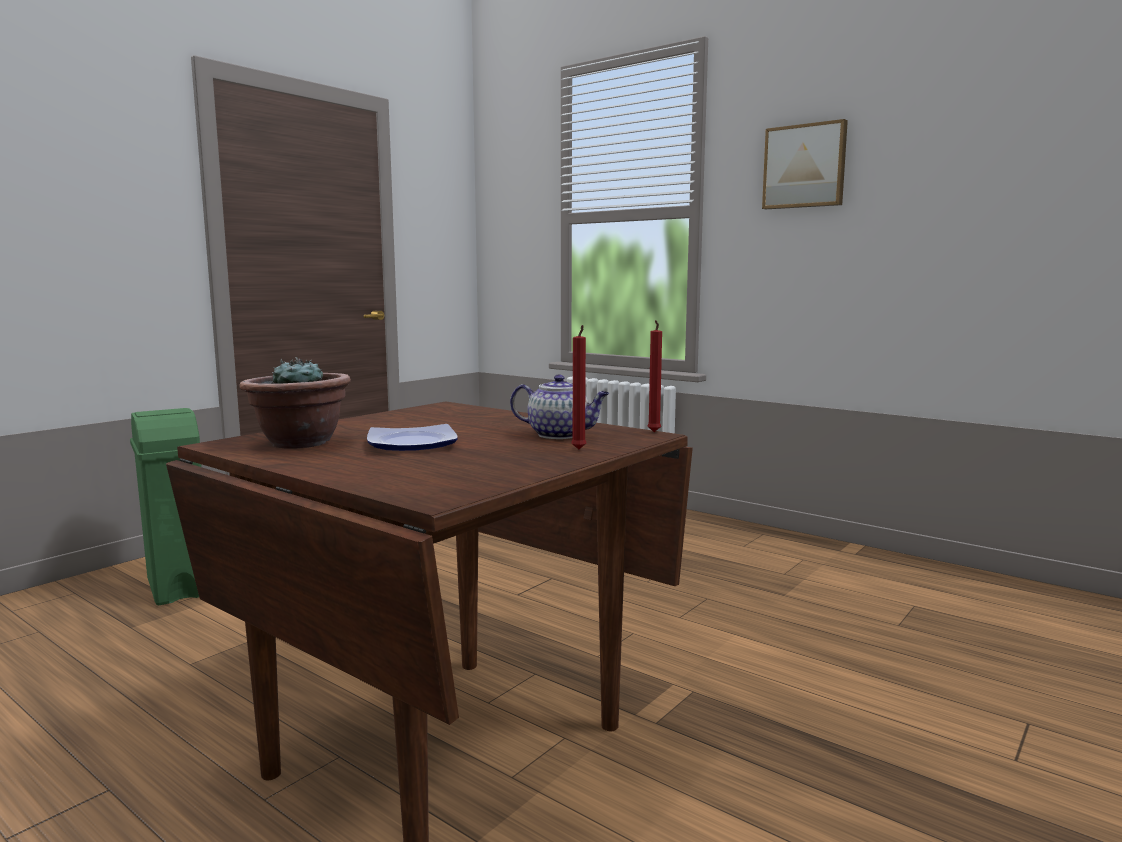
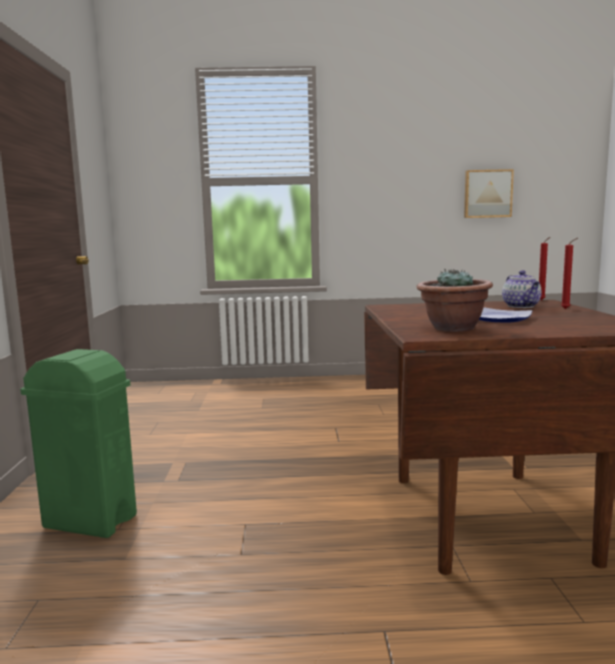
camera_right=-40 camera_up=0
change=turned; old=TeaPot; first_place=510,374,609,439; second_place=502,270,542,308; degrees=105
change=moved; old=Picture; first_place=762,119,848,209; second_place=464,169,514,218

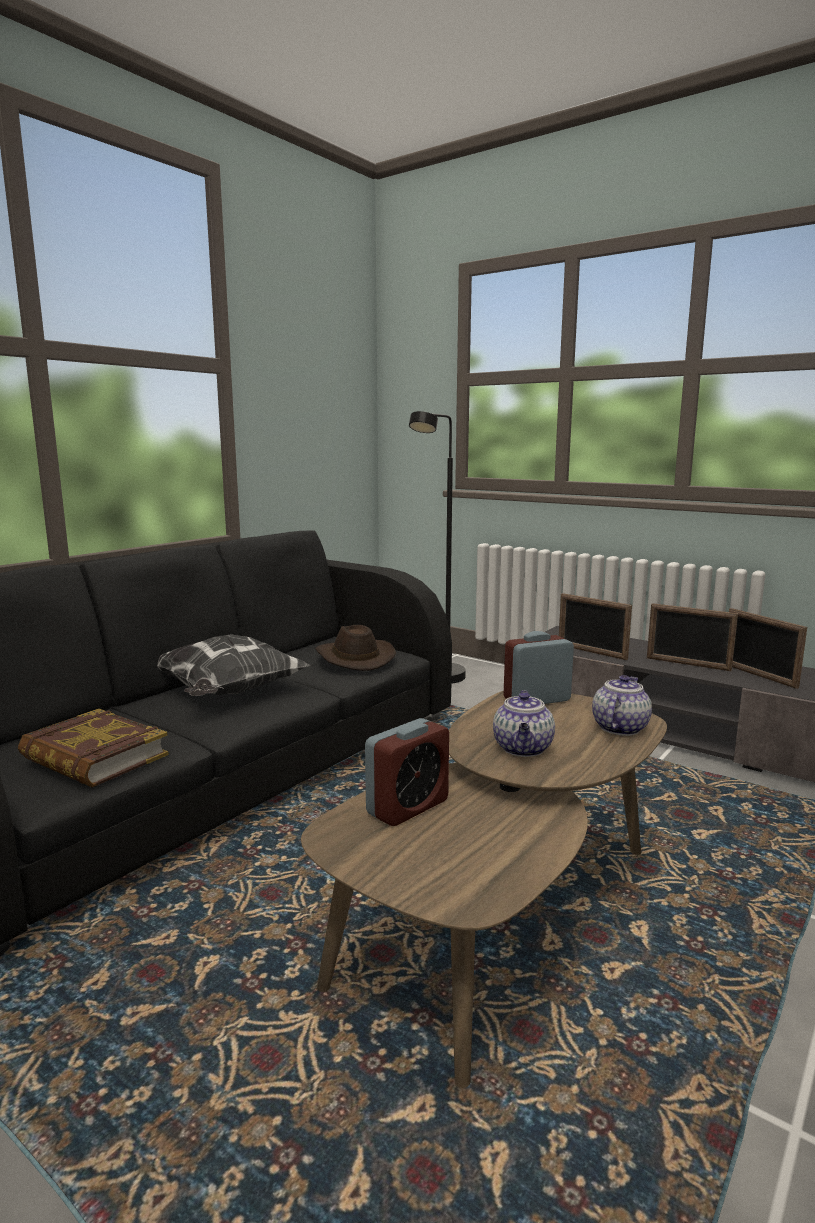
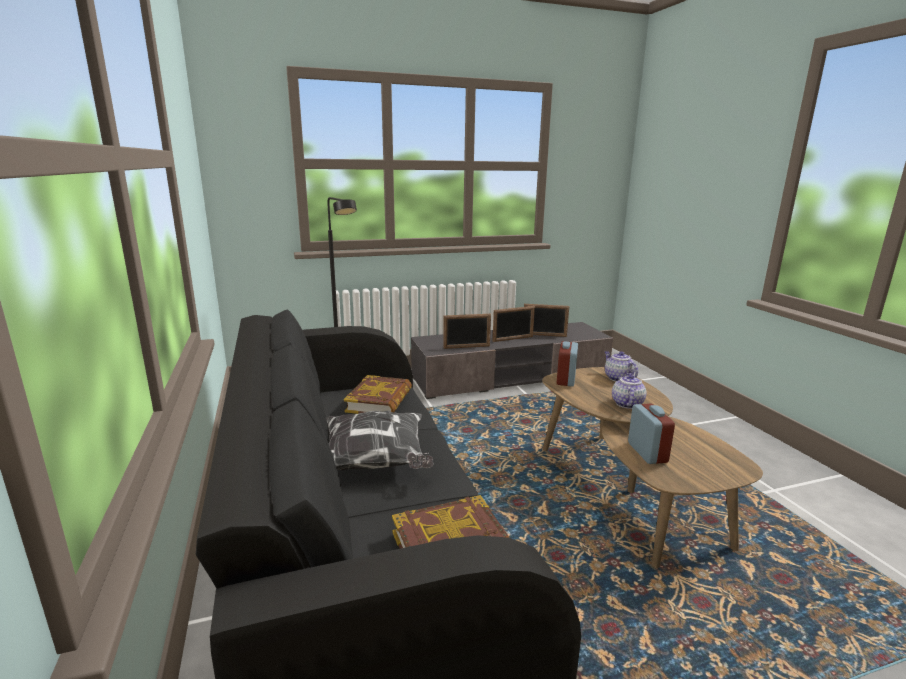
camera_right=-55 camera_up=5
change=replaced; old=BrownColouredClothingHat; new=BoundBook; first_place=315,625,396,671; second_place=344,375,412,414
change=turned; old=TeaPot; first_place=493,690,555,757; second_place=612,373,646,409; degrees=-120

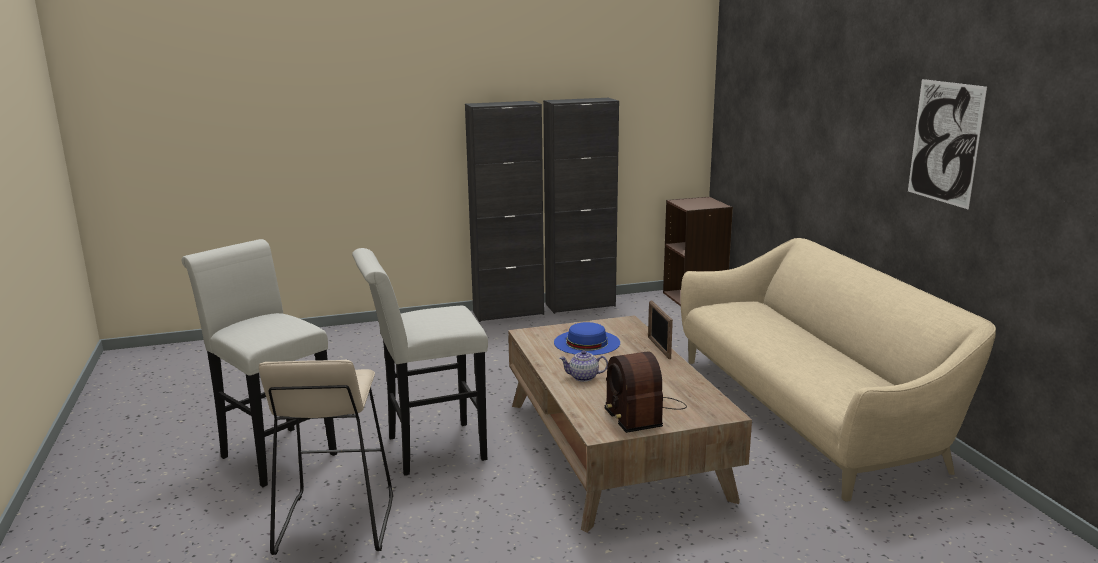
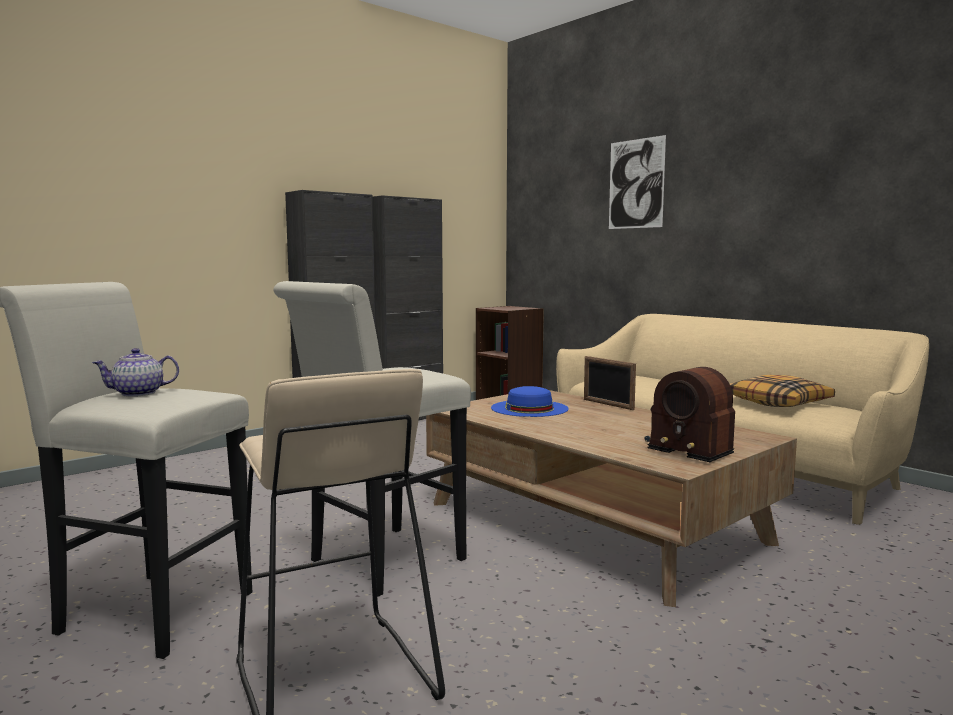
camera_right=-25 camera_up=-10
change=moved; old=TeaPot; first_place=559,351,608,382; second_place=92,348,179,397
change=moved; old=Picture; first_place=908,79,987,210; second_place=609,135,666,229
change=added; new=Cushion; second_place=730,375,835,407

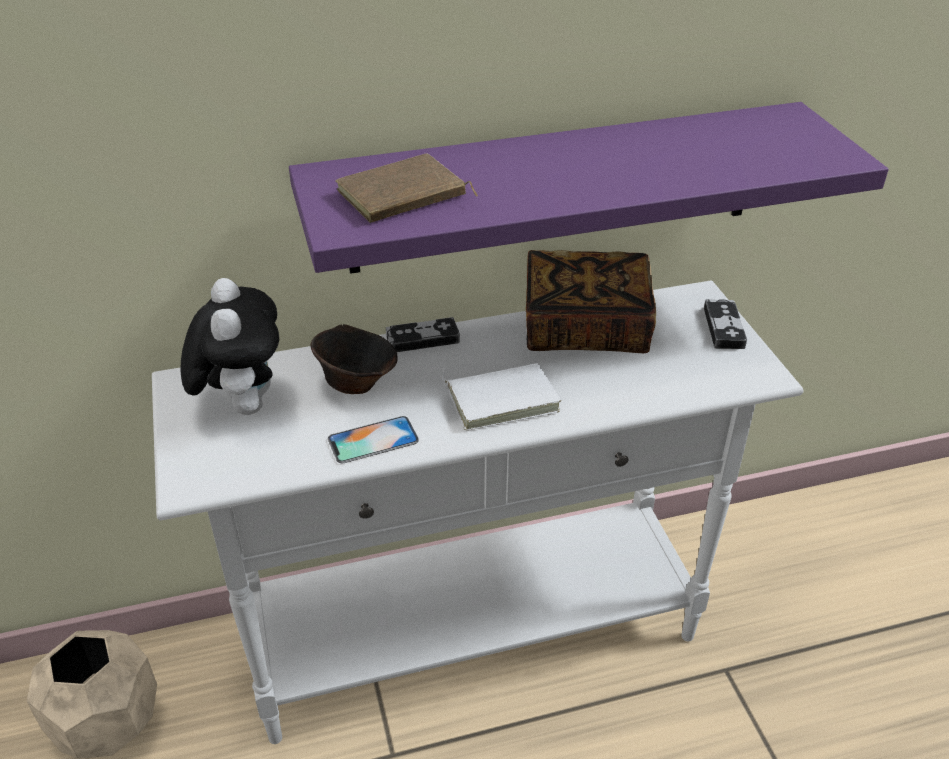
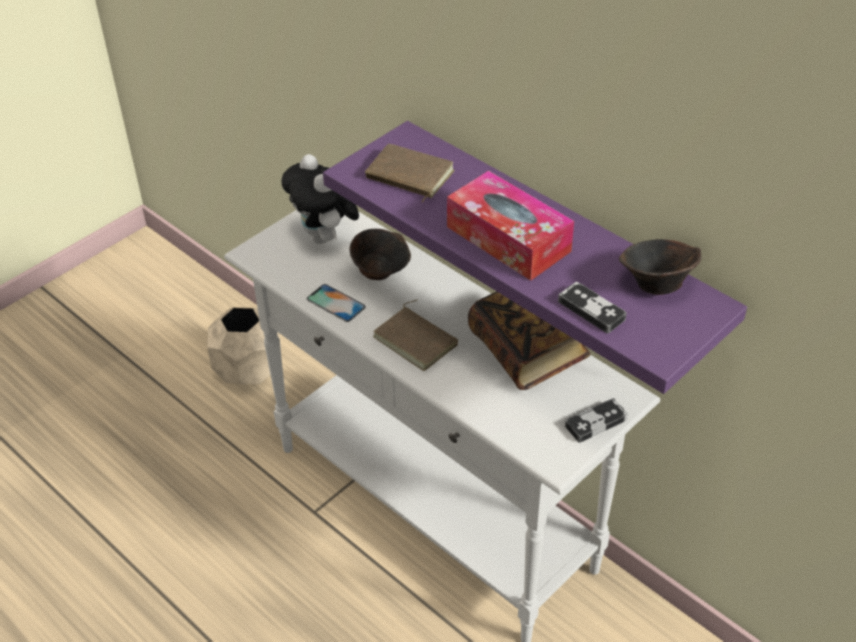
camera_right=60 camera_up=5
change=turned; old=PlushToy; first_place=181,278,279,415; second_place=282,154,359,244; degrees=105
change=moved; old=GameController; first_place=386,317,460,352; second_place=558,282,627,334
change=recoloured; old=WhiteBoundBook; new=BrownColouredBoundBook; first_place=442,363,561,430; second_place=373,300,458,371
change=added; new=TissueHolder; second_place=447,171,574,281
change=added; new=BrownColouredBowl; second_place=619,239,701,295

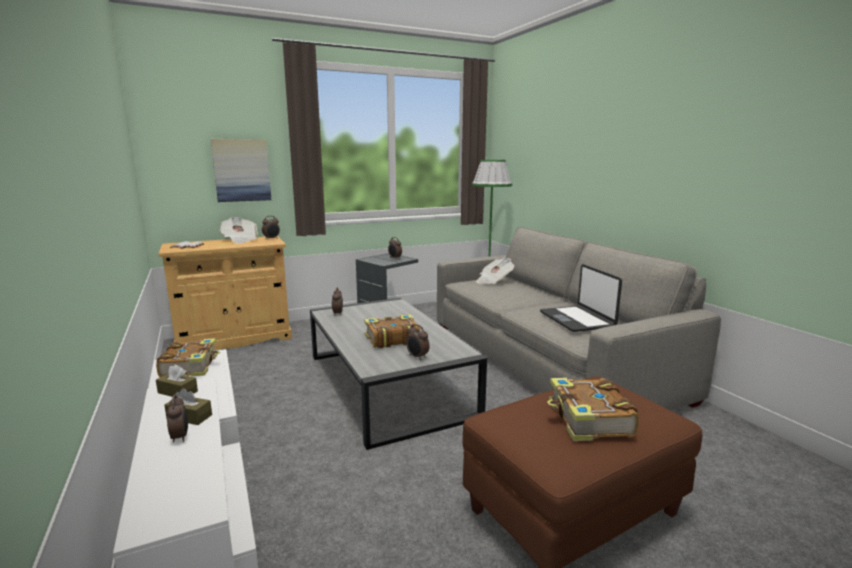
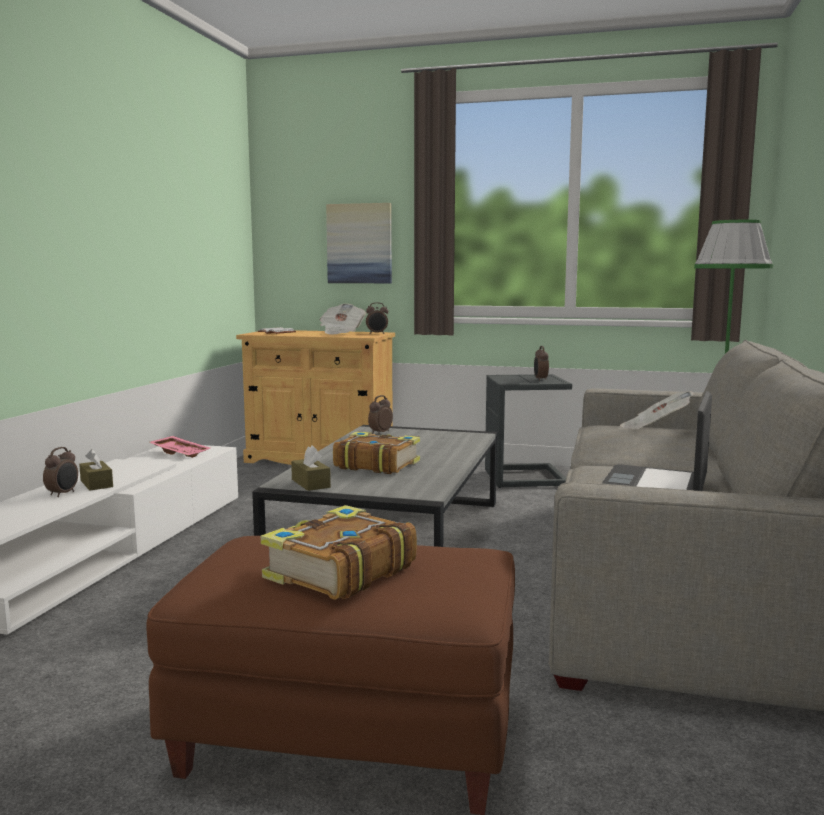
camera_right=40 camera_up=-5
change=replaced; old=BoundBook; new=PinkTray; first_place=156,338,220,377; second_place=149,436,210,458
change=moved; old=BrownColouredTissueHolder; first_place=156,365,198,397; second_place=291,445,331,491
change=removed; old=BedsideClock; first_place=406,324,430,360

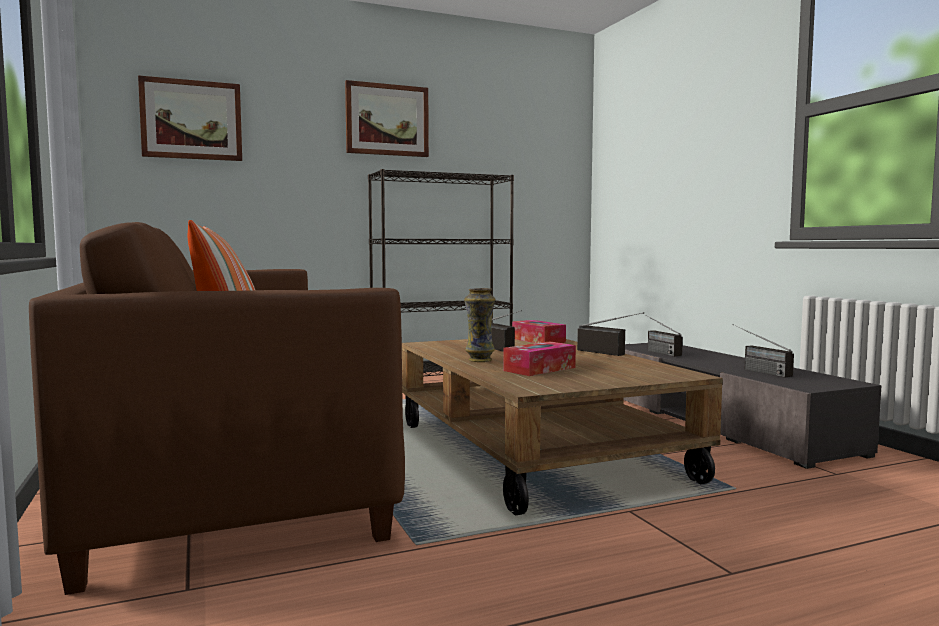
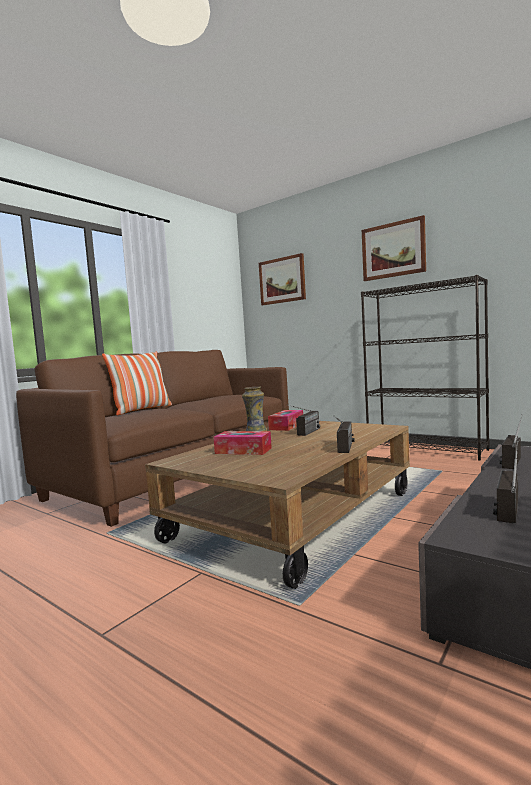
camera_right=60 camera_up=0
change=moved; old=TissueHolder; first_place=512,320,566,343; second_place=268,410,303,431

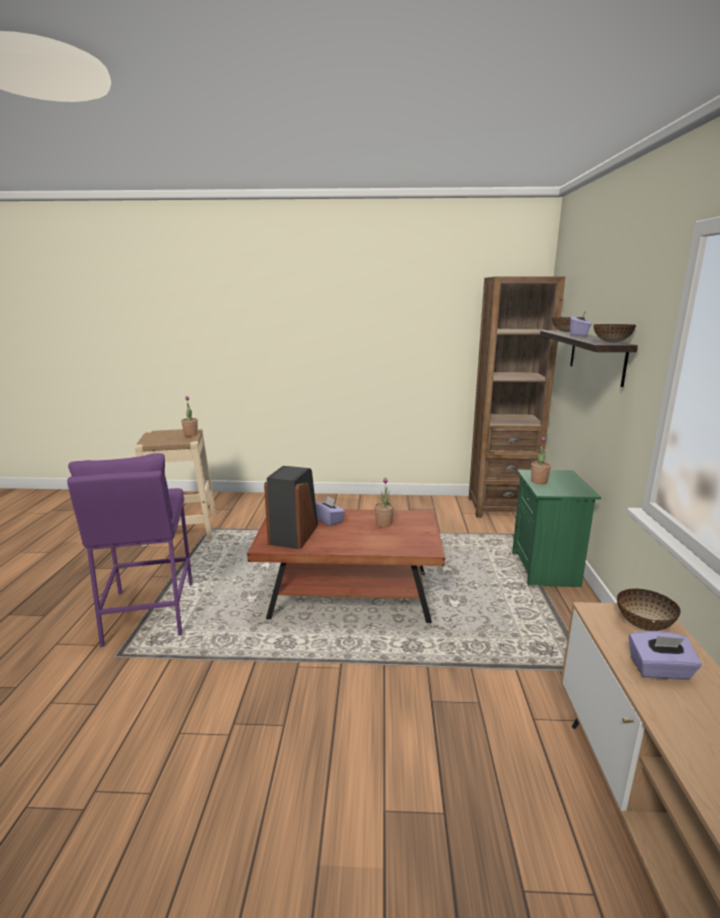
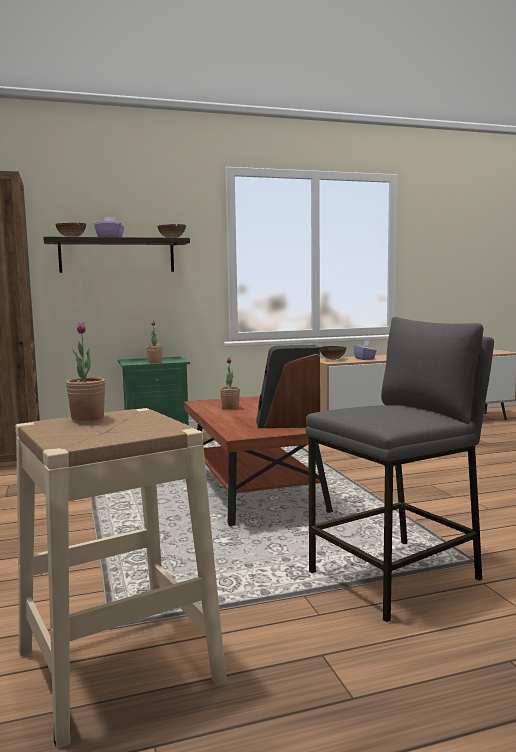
camera_right=-110 camera_up=-10
change=recoloured; old=PurpleSittingStool; new=GreySittingStool; first_place=67,453,193,647; second_place=306,317,494,622
change=removed; old=PurpleTissueHolder; first_place=316,495,345,526

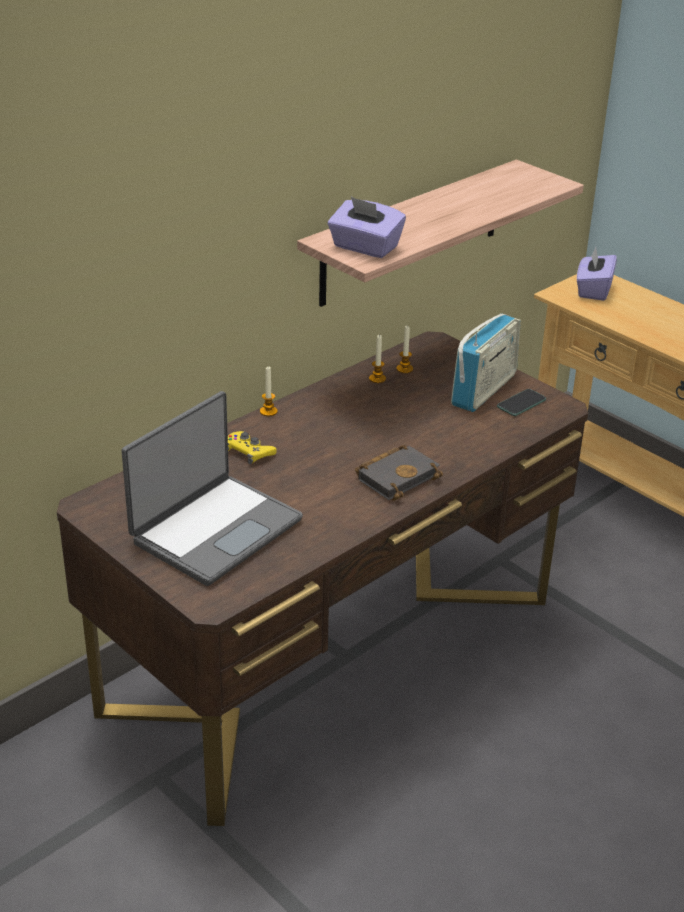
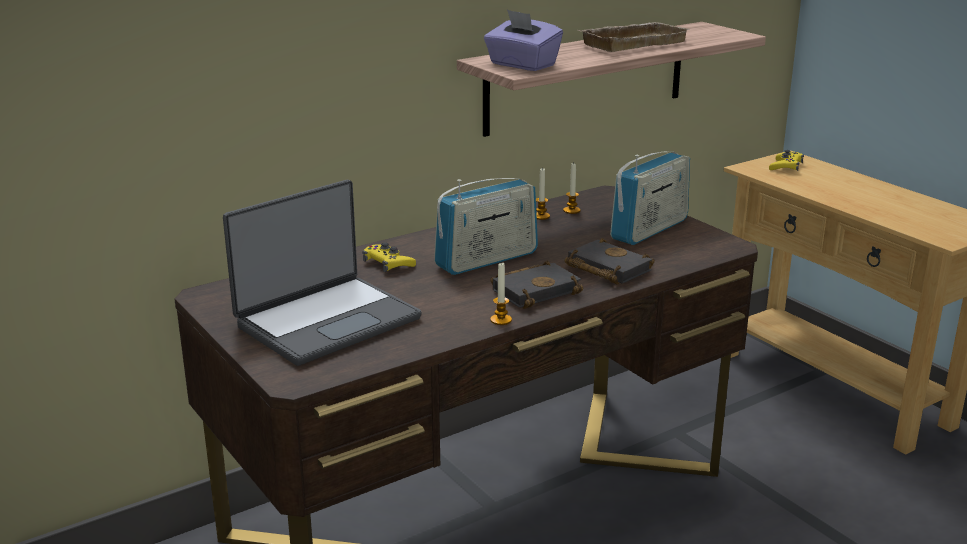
camera_right=10 camera_up=-10
change=moved; old=WaxCandle; first_place=260,367,278,416; second_place=490,262,512,325
change=removed; old=Handset; first_place=497,389,546,416
change=replaced; old=PurpleTissueHolder; new=YellowGameController; first_place=577,247,617,301; second_place=769,150,804,171
change=added; new=RadioSet; second_place=434,178,538,275
change=added; new=BlackishBoundBook; second_place=565,238,655,284
change=added; new=BeigeColouredTray; second_place=579,22,690,52

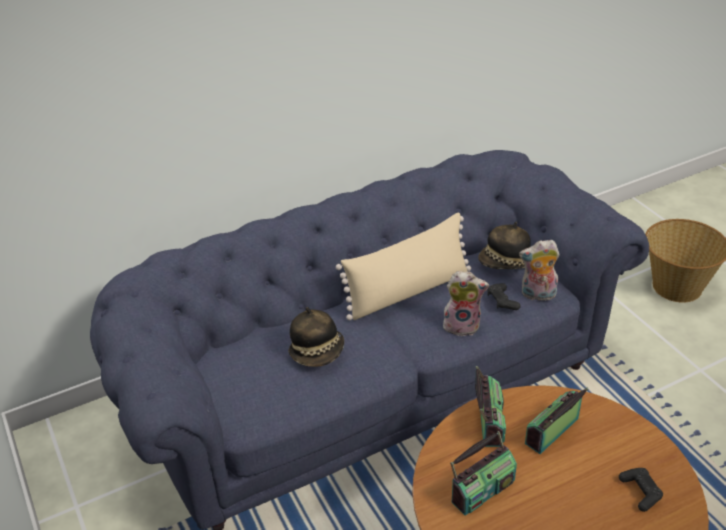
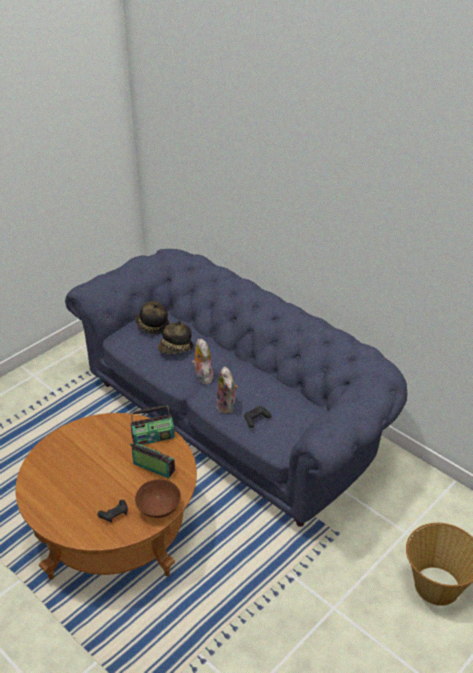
camera_right=70 camera_up=0
change=removed; old=BeigeColouredCushion; first_place=336,213,471,320
change=removed; old=RadioSet; first_place=450,431,517,516
change=moved; old=ClothingHat; first_place=478,222,531,269; second_place=135,301,169,334
change=moved; old=PlushToy; first_place=519,240,560,301; second_place=192,339,213,384
change=added; new=BrownColouredBowl; second_place=135,479,181,518

